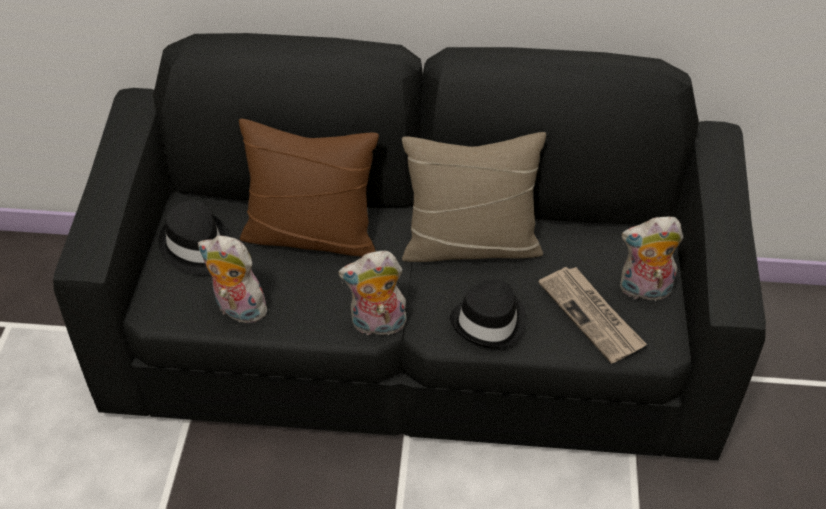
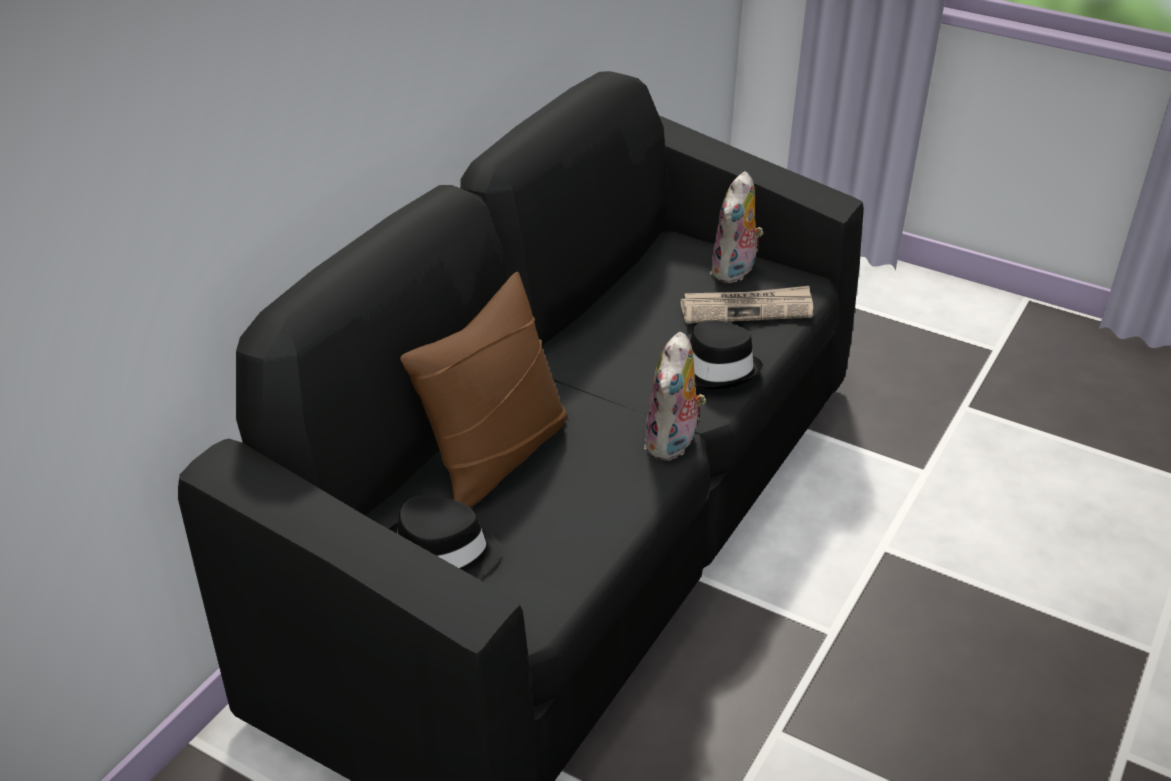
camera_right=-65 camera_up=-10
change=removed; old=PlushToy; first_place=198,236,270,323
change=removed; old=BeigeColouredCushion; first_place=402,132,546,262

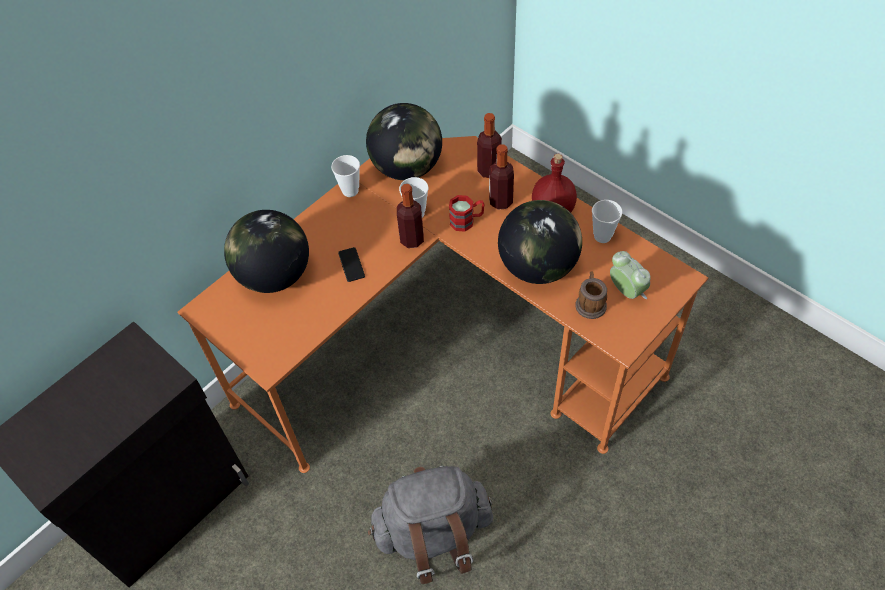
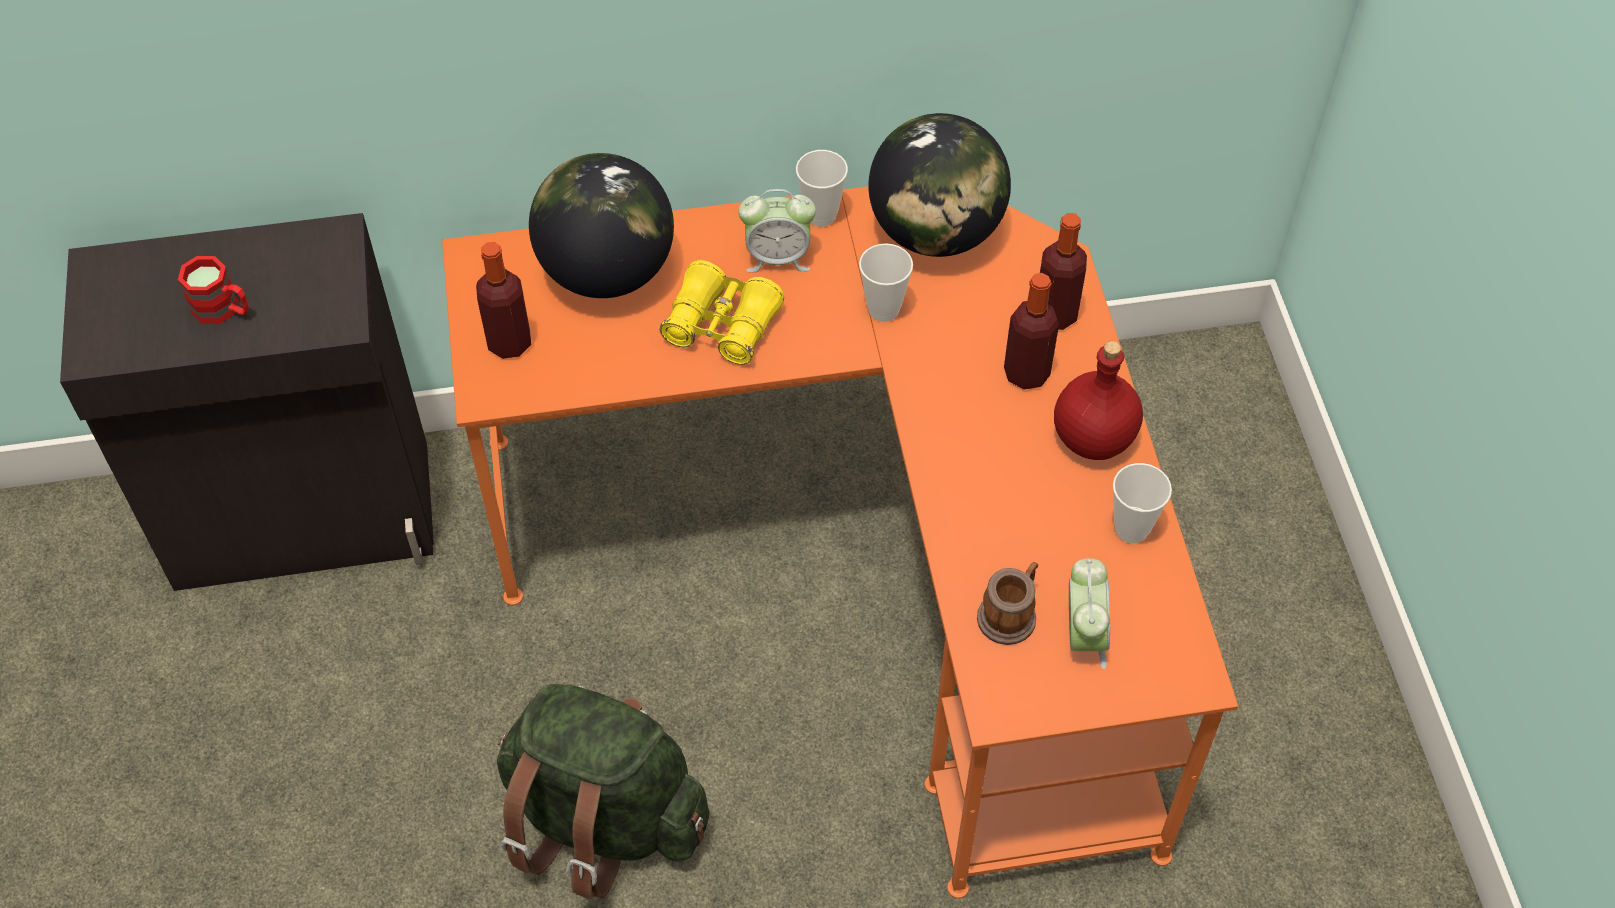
camera_right=35 camera_up=0
change=replaced; old=Handset; new=YellowFieldGlasses; first_place=338,247,365,282; second_place=660,260,784,365
change=recoloured; old=GreyKnapsack; new=GreenishKnapsack; first_place=368,466,493,584; second_place=497,684,710,899
change=moved; old=Bottle; first_place=397,184,424,248; second_place=476,242,531,359
change=moved; old=ReddishCoffeeMug; first_place=449,195,485,232; second_place=178,256,249,324
change=removed; old=WorldGlobe; first_place=498,200,582,284
change=added; new=BedsideClock; second_place=739,189,816,272

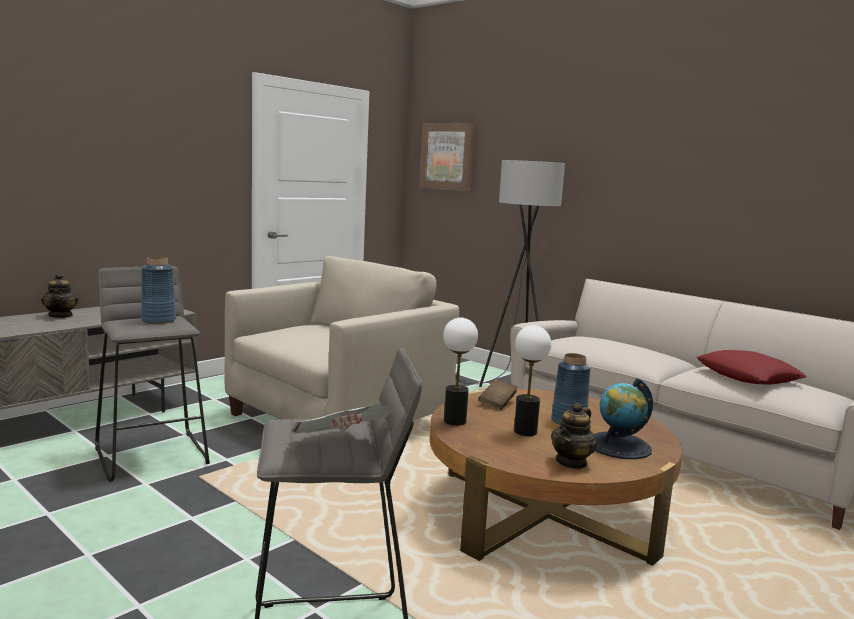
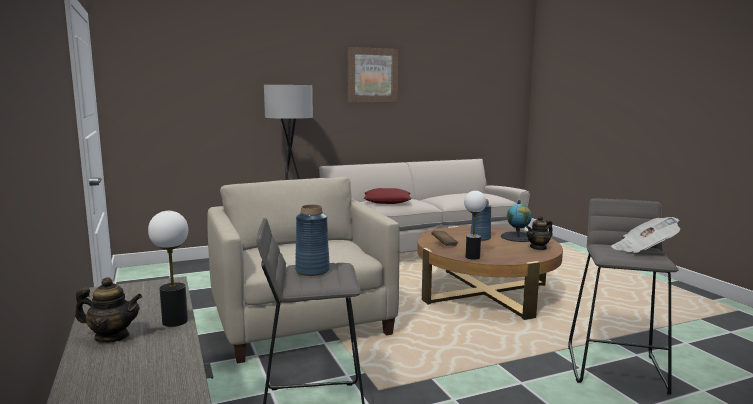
camera_right=-65 camera_up=0
change=moved; old=Picture; first_place=419,123,475,192; second_place=348,47,398,102
change=moved; old=LampForATable; first_place=514,325,551,436; second_place=148,211,188,327
change=turned; old=TeaPot; first_place=551,403,597,470; second_place=526,216,553,250; degrees=90
change=moved; old=ReddishCushion; first_place=696,350,807,385; second_place=364,188,412,204

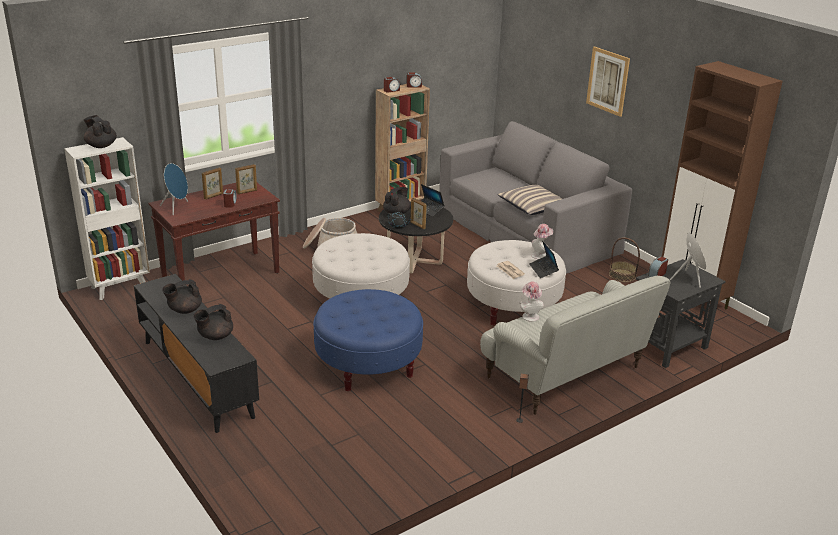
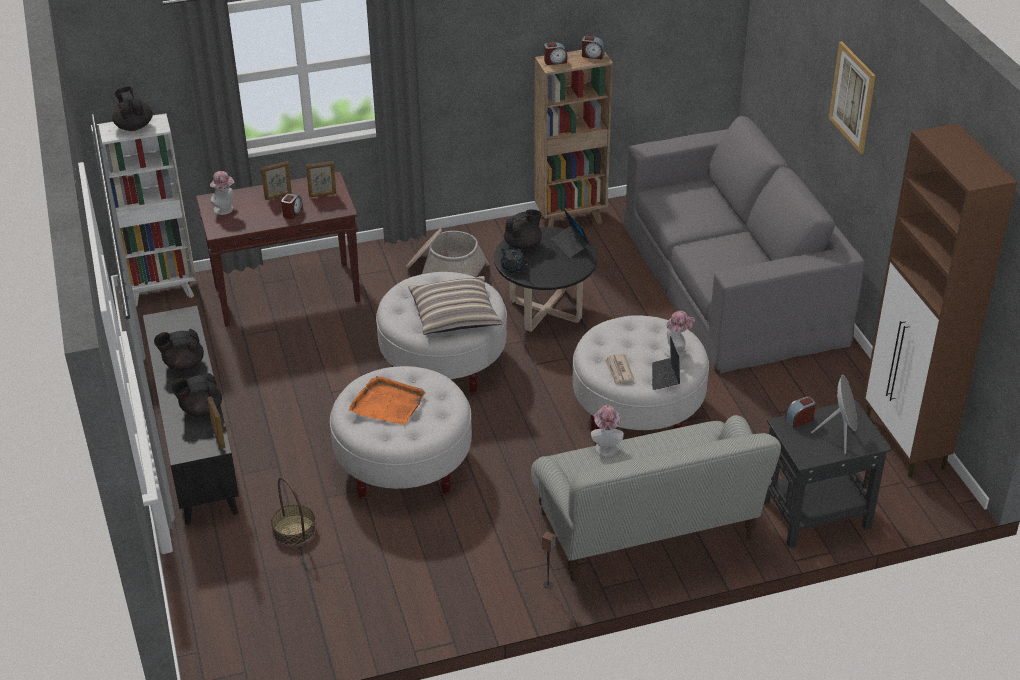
camera_right=20 camera_up=10
change=replaced; old=BlueSpeaker; new=ClothingHat; first_place=160,163,188,215; second_place=210,171,235,215
change=recoloured; old=BluePouffe; new=WhitePouffe; first_place=313,289,423,391; second_place=330,366,472,499
change=moved; old=PhotoFrame; first_place=411,198,427,229; second_place=207,396,226,449
change=moved; old=Cushion; first_place=497,185,563,215; second_place=409,276,502,335
change=moved; old=StorageBasket; first_place=609,237,640,282; second_place=271,477,316,546
change=added; new=OrangeTray; second_place=348,376,425,425

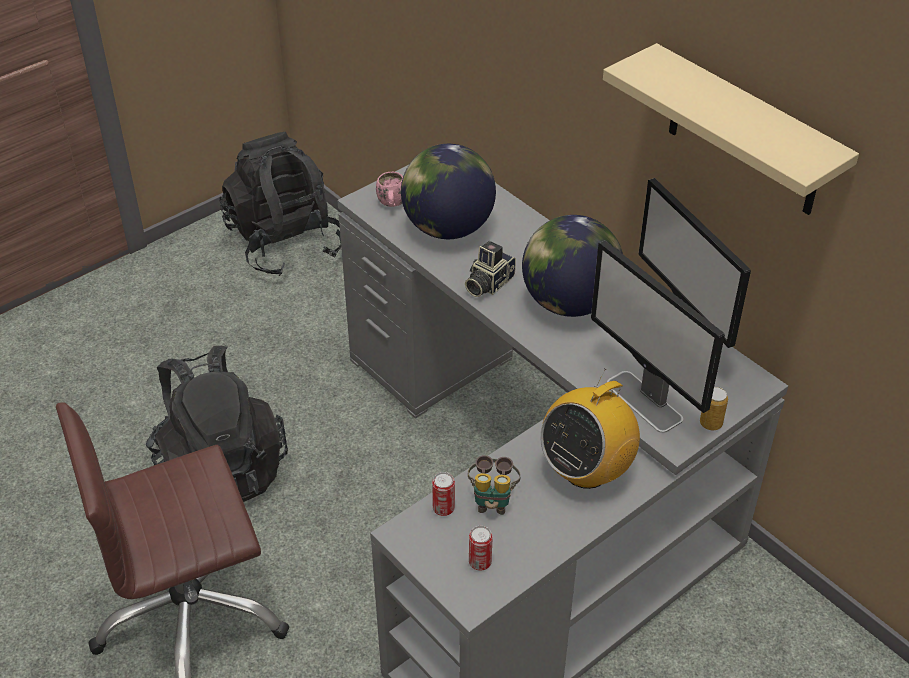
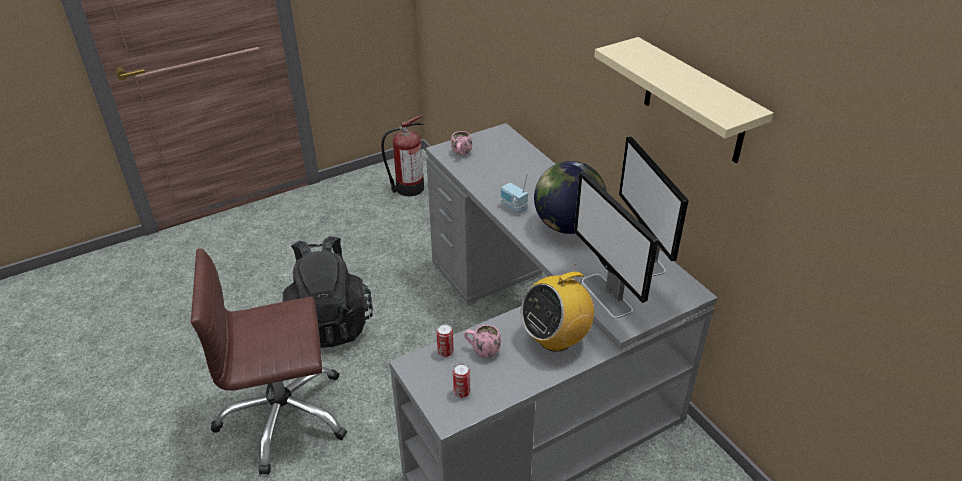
camera_right=10 camera_up=-5
change=replaced; old=BlackishKnapsack; new=FireFightingCylinder; first_place=219,132,341,276; second_place=381,115,424,196
change=removed; old=WorldGlobe; first_place=401,144,496,239
change=replaced; old=PhotoCamera; new=RadioSet; first_place=465,241,516,297; second_place=501,173,528,214
change=replaced; old=FieldGlasses; new=PinkCoffeeMug; first_place=468,455,521,515; second_place=464,325,501,358
change=removed; old=Can; first_place=700,387,728,430

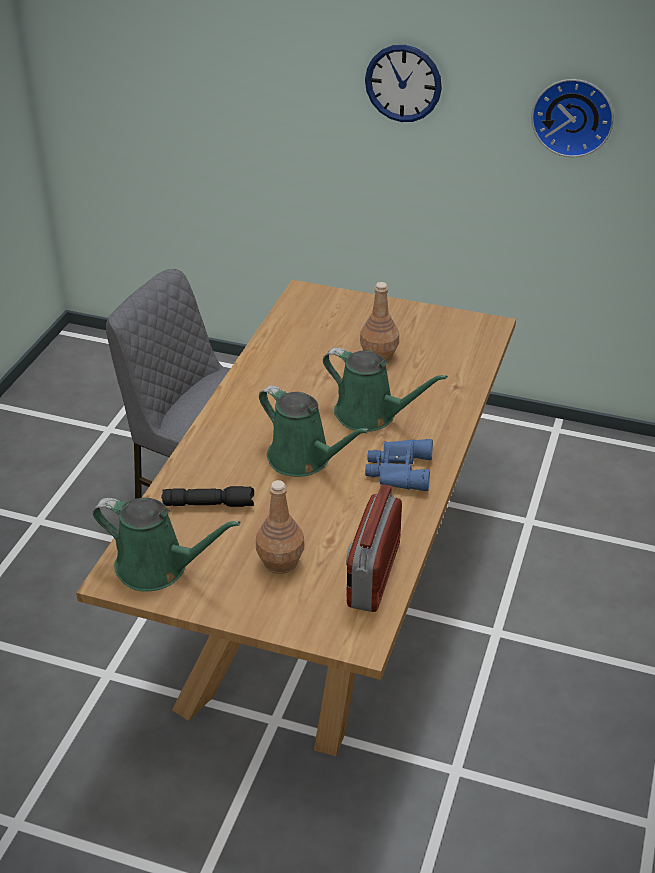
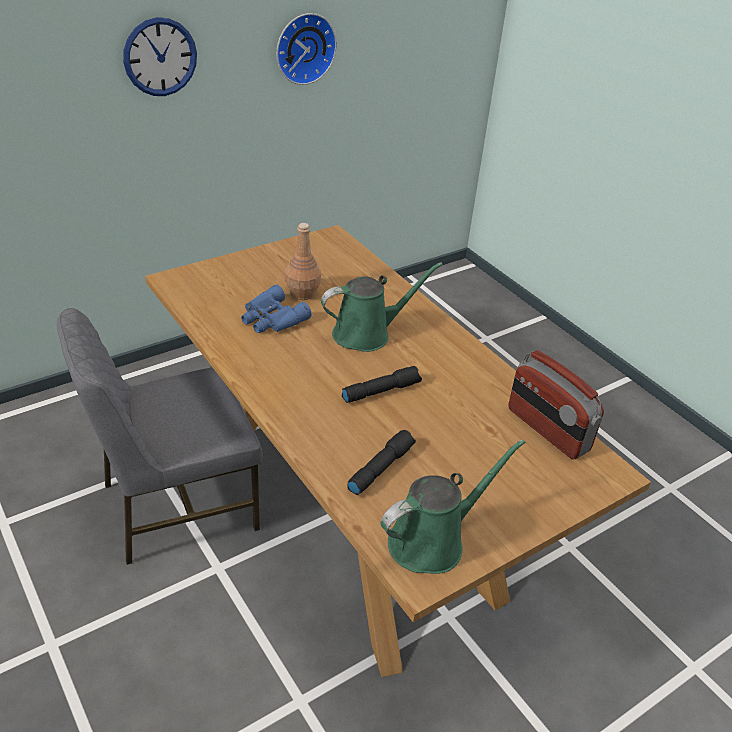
camera_right=-55 camera_up=0
change=removed; old=BrownColouredBottle; first_place=256,480,304,574
change=replaced; old=GreenishWateringCan; new=BlackishFlashlight; first_place=259,385,370,477; second_place=342,366,422,403
change=moved; old=BlueFieldGlasses; first_place=365,439,433,491; second_place=241,284,312,333

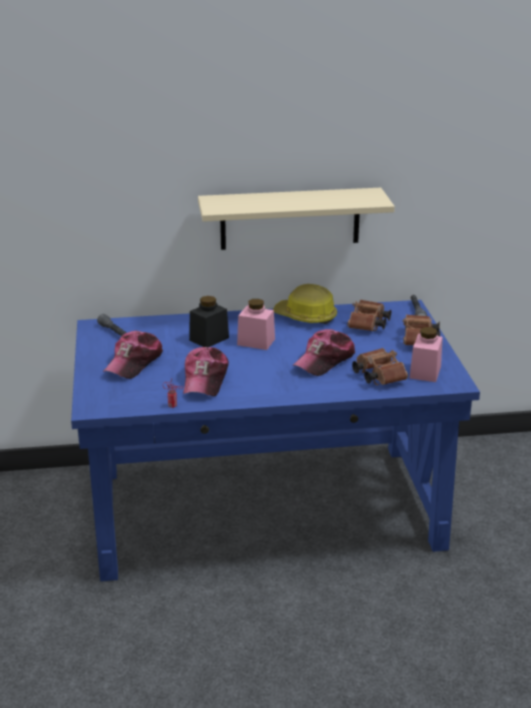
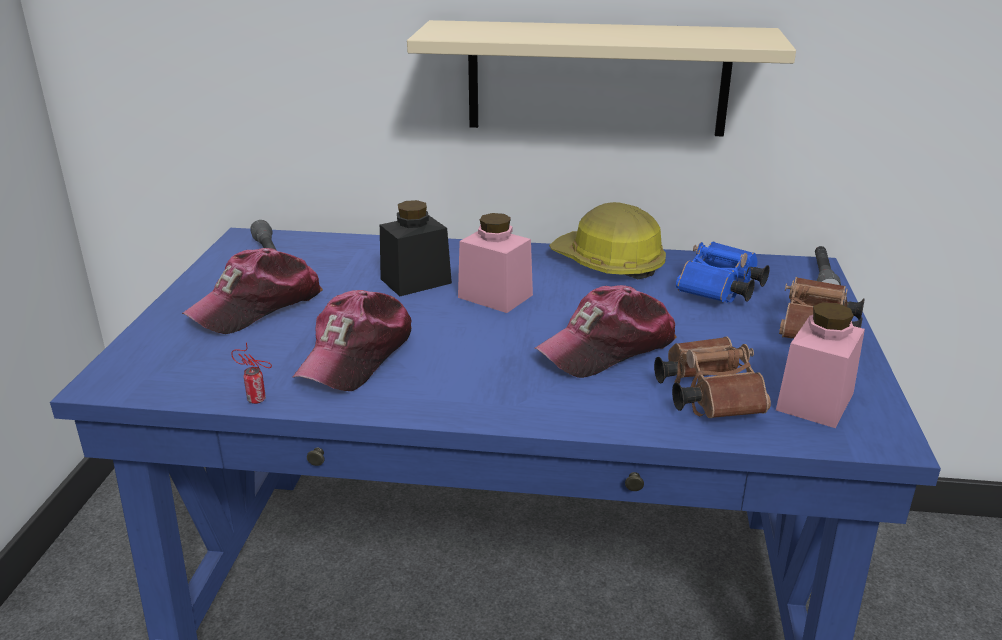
camera_right=15 camera_up=0
change=recoloured; old=BrownColouredFieldGlasses; new=BlueFieldGlasses; first_place=348,299,391,331; second_place=676,241,770,303

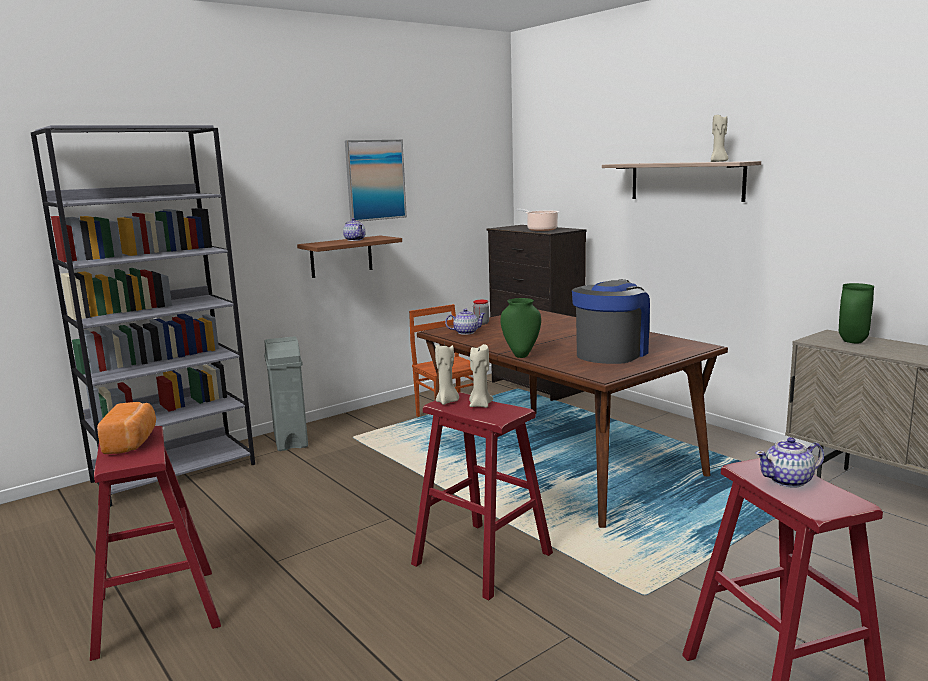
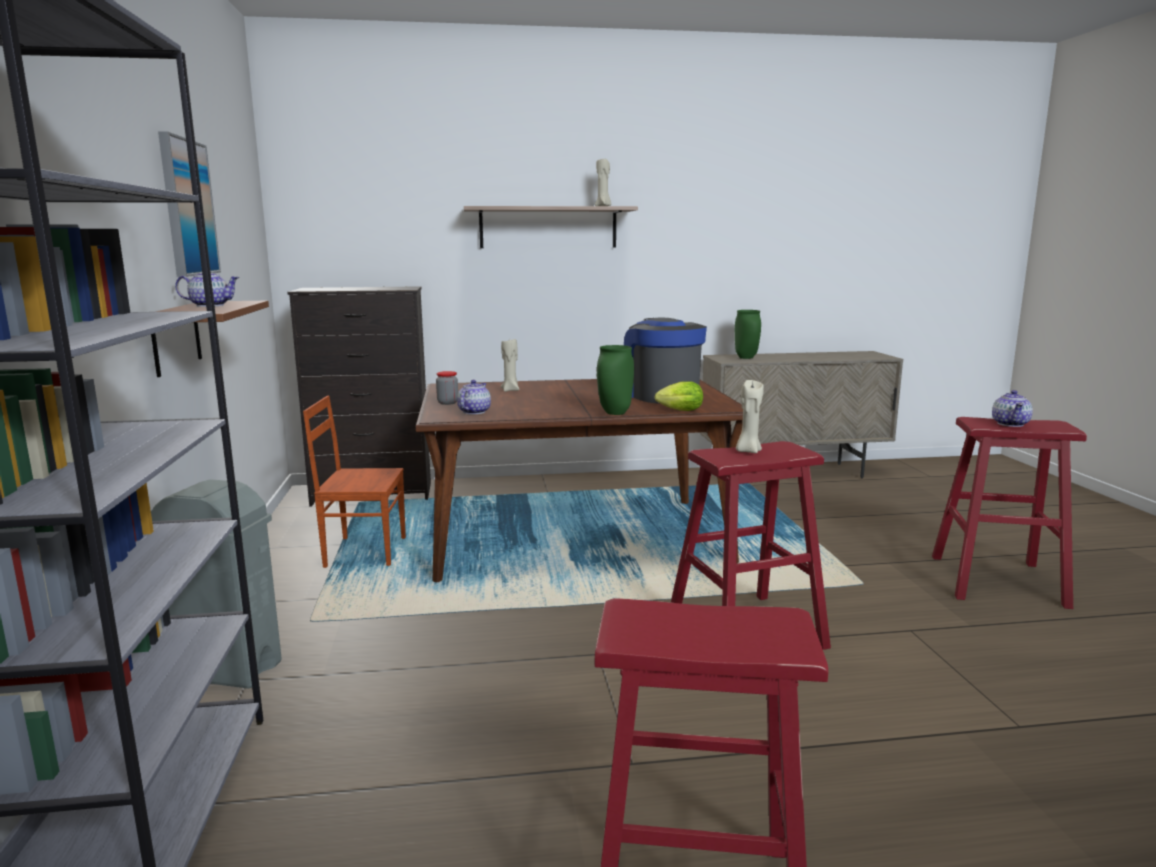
camera_right=-60 camera_up=0
change=removed; old=Bread; first_place=97,402,156,454
change=moved; old=BeigeColouredWaxCandle; first_place=435,344,459,405; second_place=501,339,520,392
change=removed; old=Saucepot; first_place=516,209,559,231
change=added; new=LettuceHead; second_place=655,381,703,411

